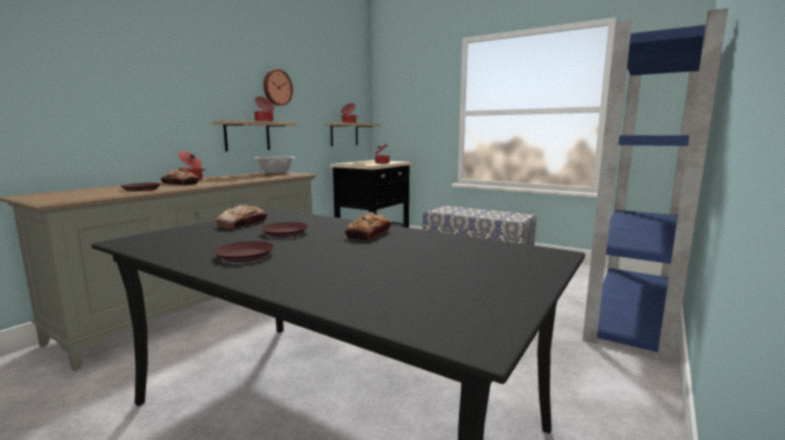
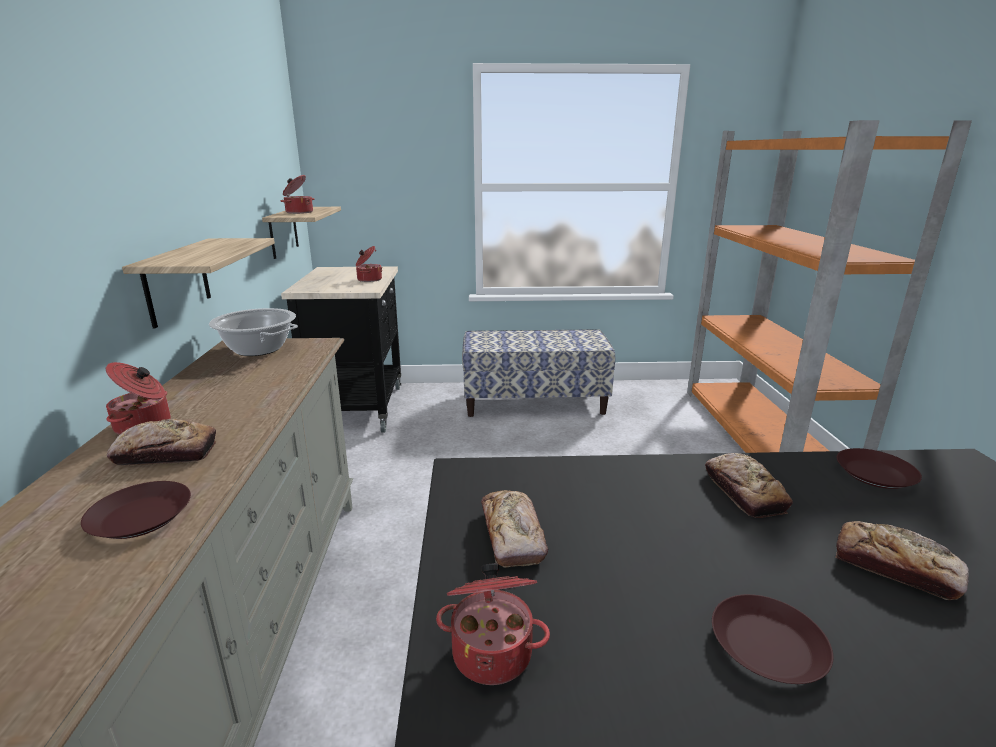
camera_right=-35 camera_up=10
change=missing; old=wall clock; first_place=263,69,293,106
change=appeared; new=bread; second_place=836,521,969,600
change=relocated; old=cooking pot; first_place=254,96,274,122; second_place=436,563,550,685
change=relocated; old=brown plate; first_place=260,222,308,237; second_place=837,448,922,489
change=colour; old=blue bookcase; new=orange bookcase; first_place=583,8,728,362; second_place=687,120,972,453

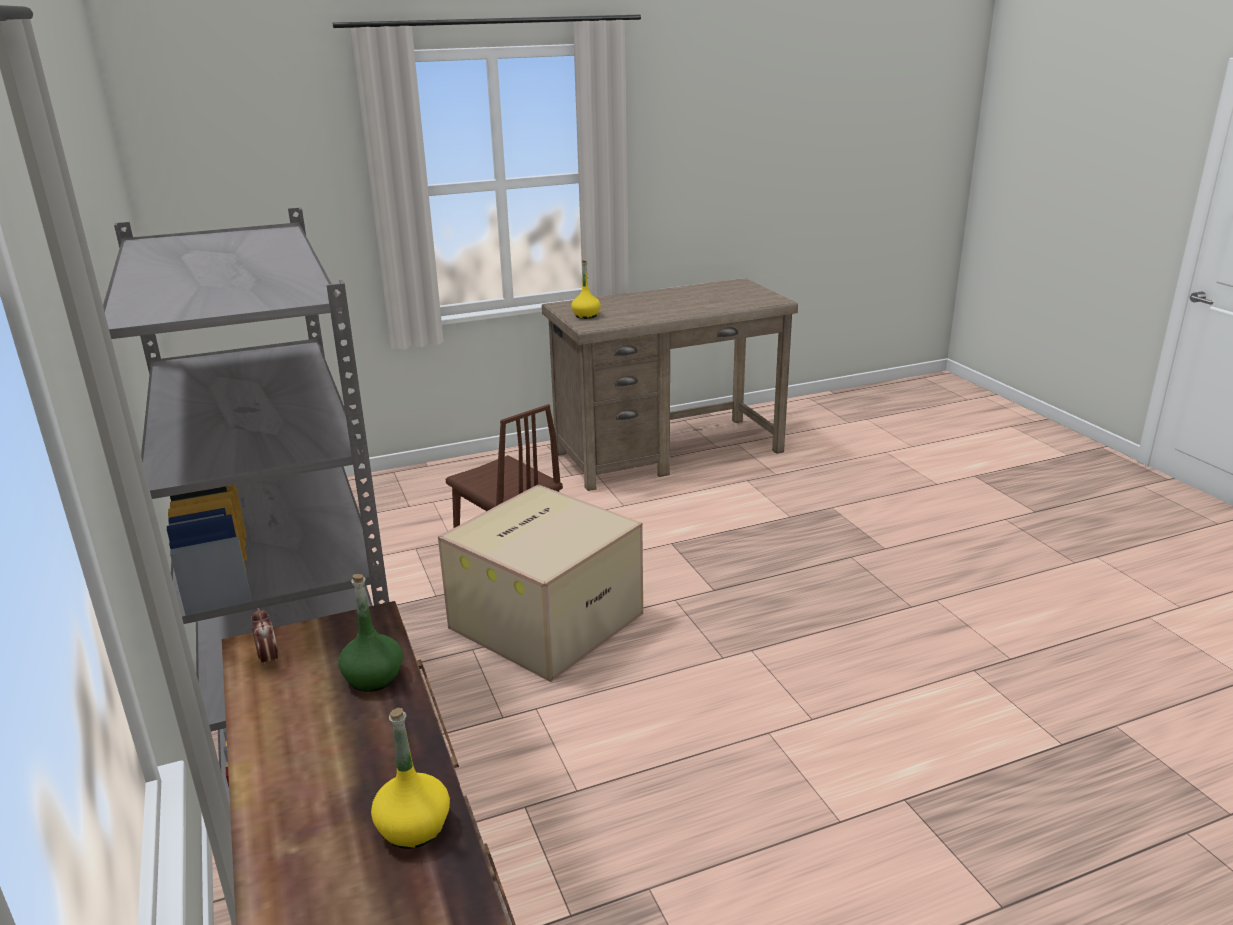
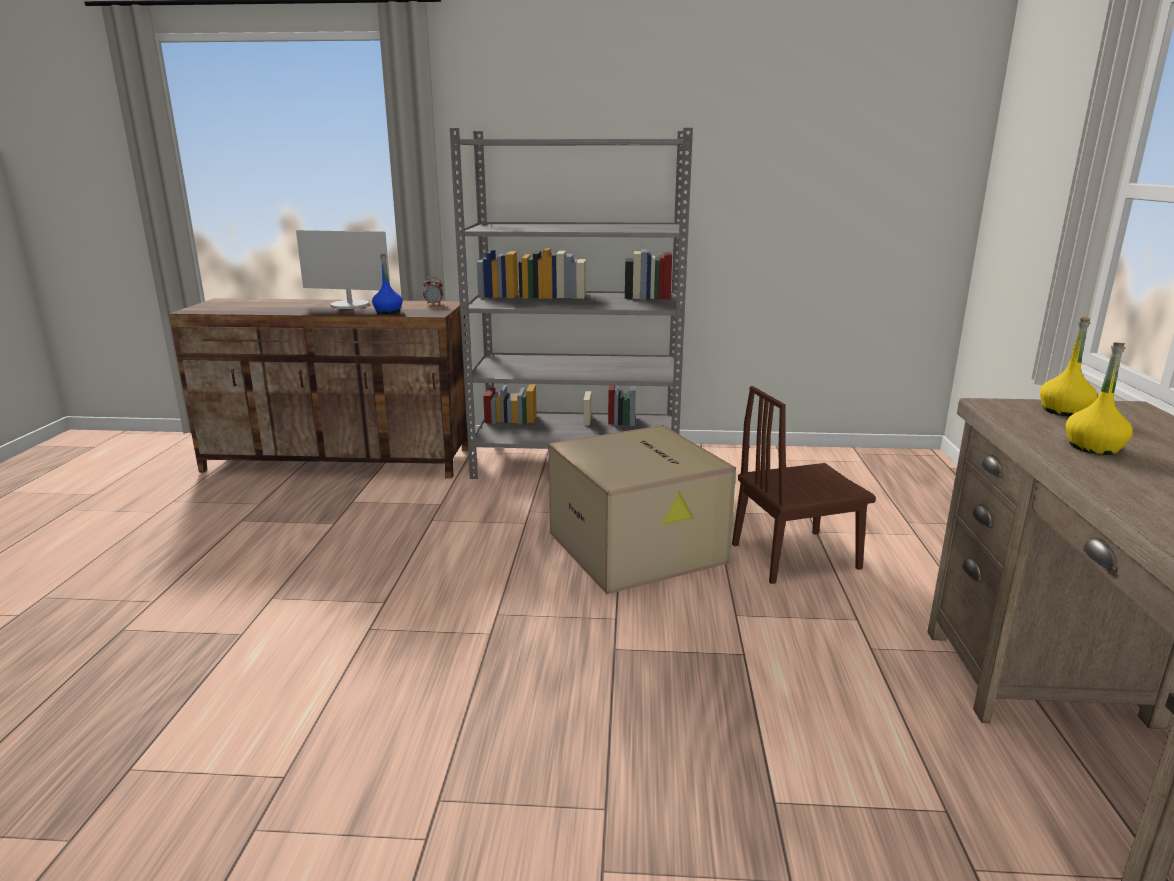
camera_right=115 camera_up=-5
change=appeared; new=monitor; second_place=296,230,390,309
change=relocated; old=yellow bottle; first_place=371,708,450,849; second_place=1066,342,1133,455
change=colour; old=green bottle; new=blue bottle; first_place=338,574,403,692; second_place=372,254,403,314

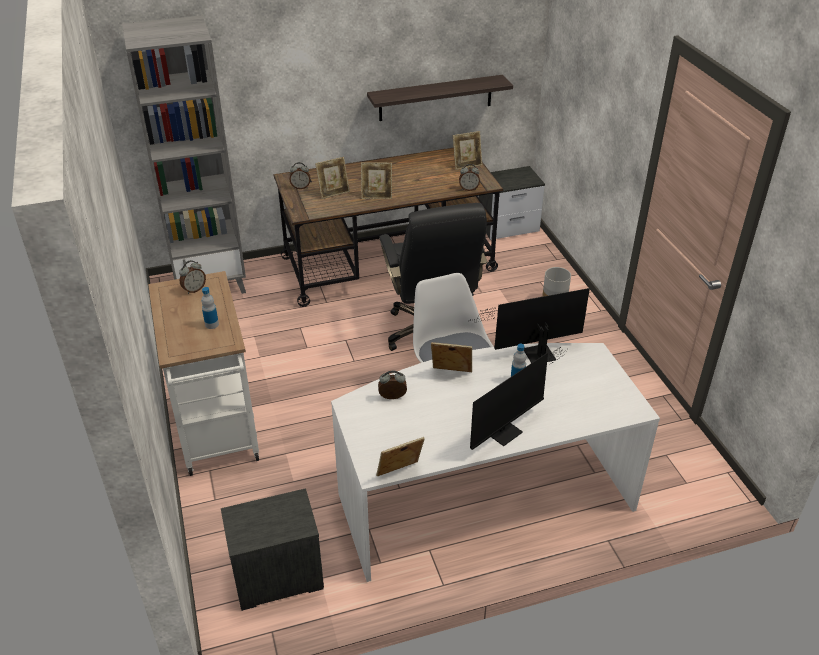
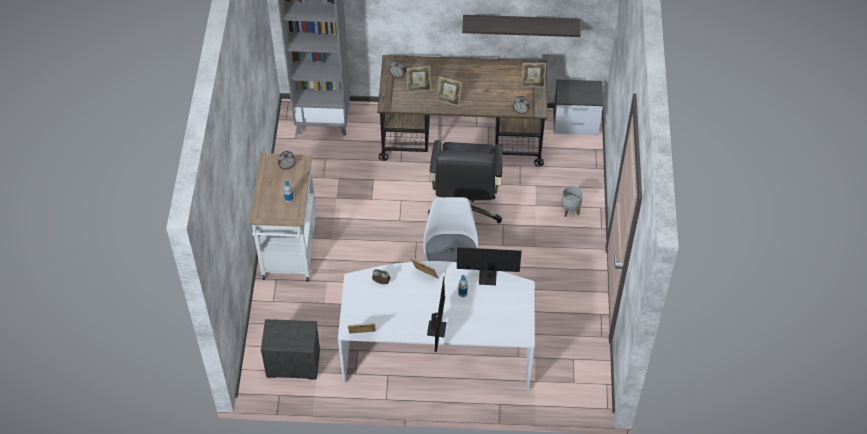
camera_right=20 camera_up=15
change=spun; old=monitor; first_place=470,347,567,450; second_place=427,266,447,352; degrees=-60

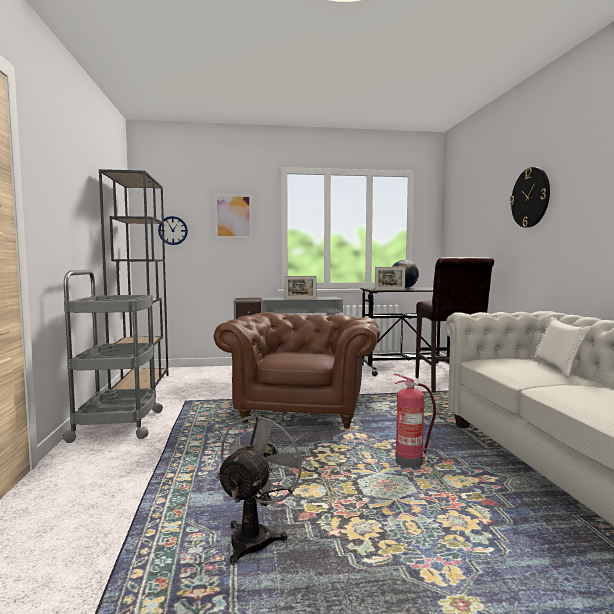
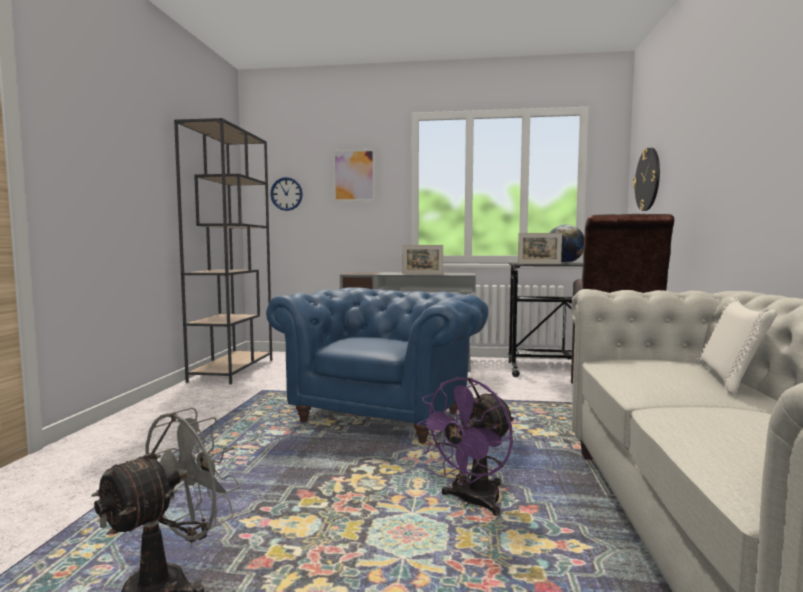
camera_right=15 camera_up=0
change=missing; old=grey cart; first_place=62,270,163,443
change=relocated; old=wall clock; first_place=510,167,550,228; second_place=633,148,660,211
change=exchanged; old=fire extinguisher; new=purple fan; first_place=393,374,436,468; second_place=417,377,514,516
change=colour; old=brown armchair; new=blue armchair; first_place=214,313,380,429; second_place=266,287,489,443

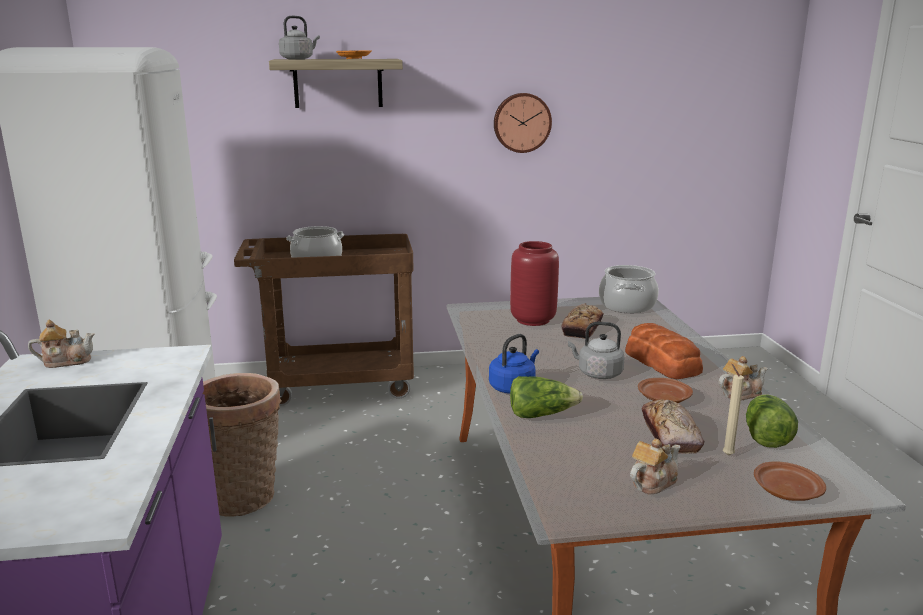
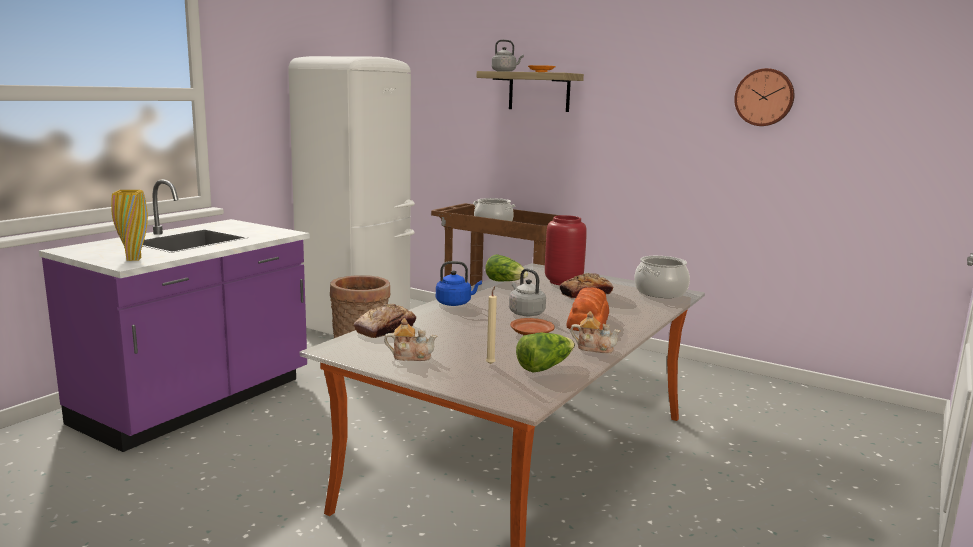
camera_right=40 camera_up=-5
change=missing; old=teapot; first_place=28,320,94,368
change=missing; old=brown plate; first_place=754,461,826,501
change=appeared; new=yellow vase; second_place=111,190,148,261
change=relocated; old=wall clock; first_place=494,93,552,153; second_place=734,68,794,126
change=relocated; old=lettuce; first_place=510,376,583,418; second_place=485,254,528,281
change=relocated; old=bread; first_place=642,400,704,454; second_place=354,304,416,338

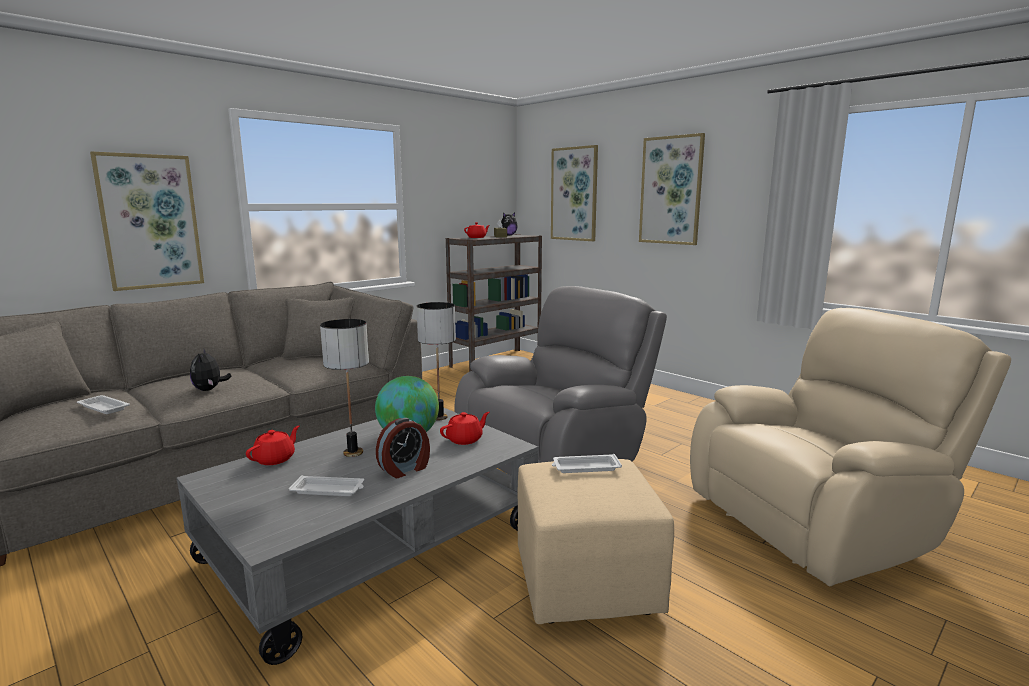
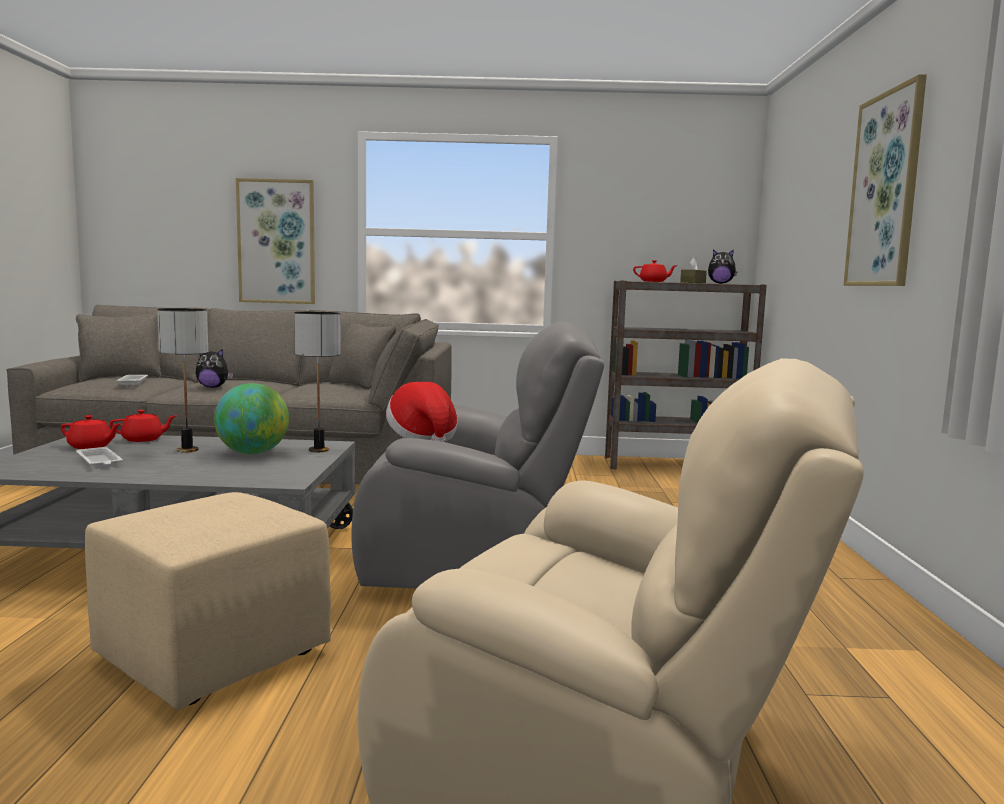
camera_right=45 camera_up=-5
change=missing; old=alarm clock; first_place=376,418,430,478
change=missing; old=picture; first_place=551,145,598,241
change=missing; old=white tray; first_place=552,454,622,473
change=appeared; new=hat; second_place=386,382,458,442
change=relocated; old=red teapot; first_place=440,412,490,445; second_place=61,415,121,449
change=spun; old=plush toy; first_place=190,348,231,391; second_place=196,349,233,388; degrees=-120

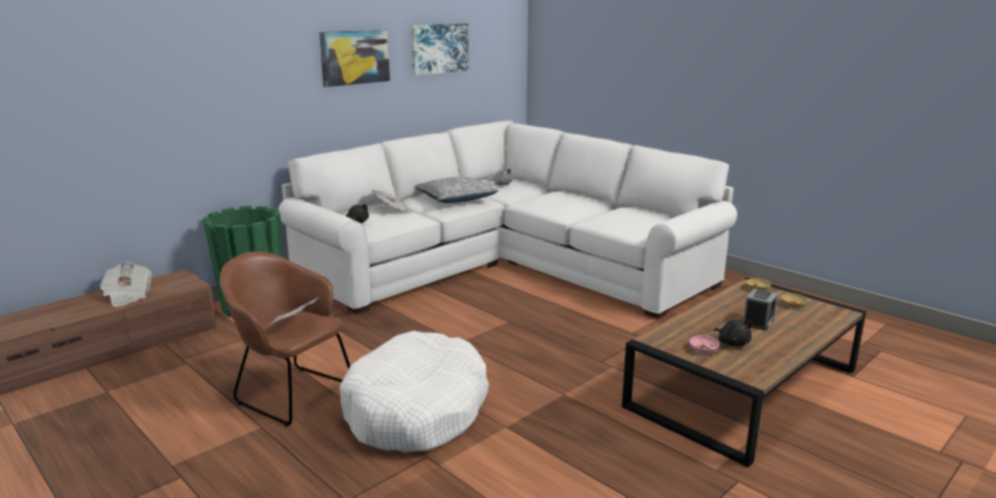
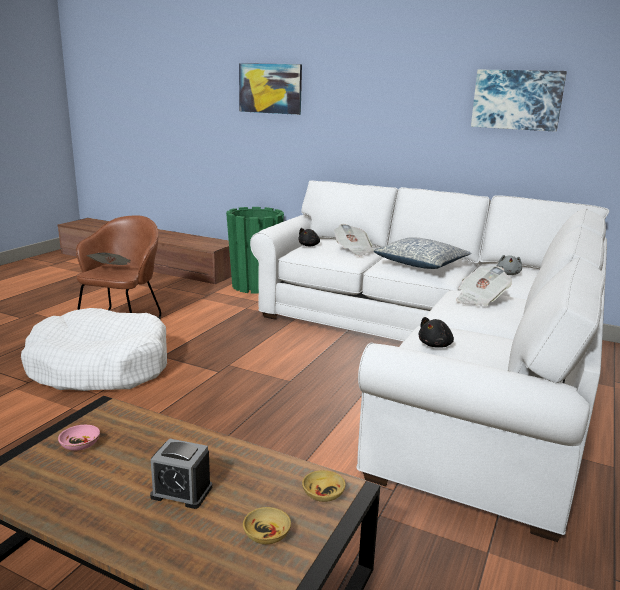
camera_right=70 camera_up=0
change=relocated; old=newspaper; first_place=100,262,152,307; second_place=456,266,512,306
change=relocated; old=picture; first_place=319,30,390,87; second_place=239,63,302,115
change=relocated; old=black plush toy; first_place=714,320,752,346; second_place=418,317,454,348

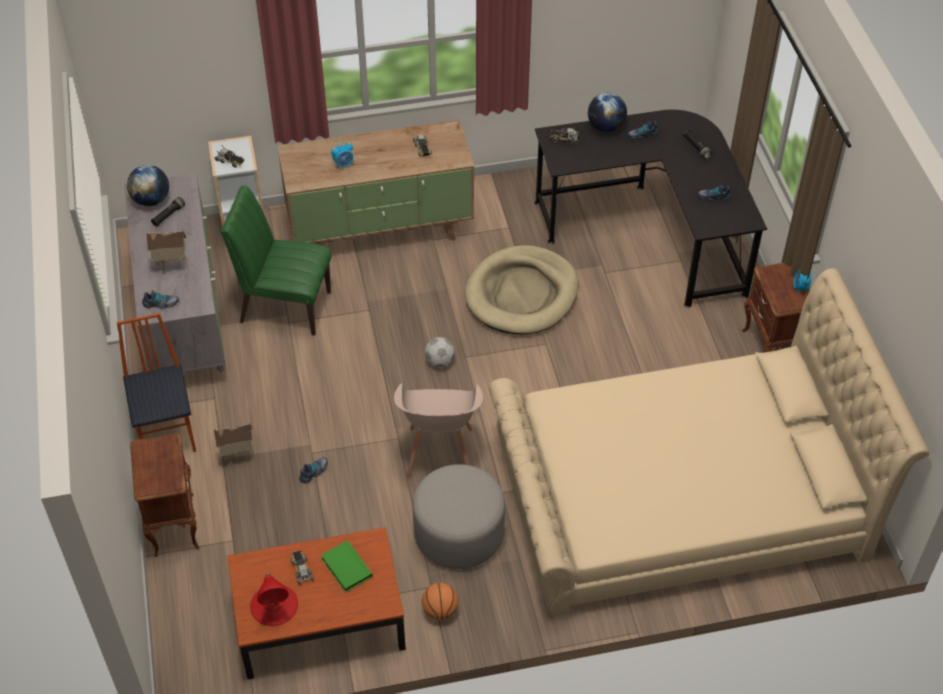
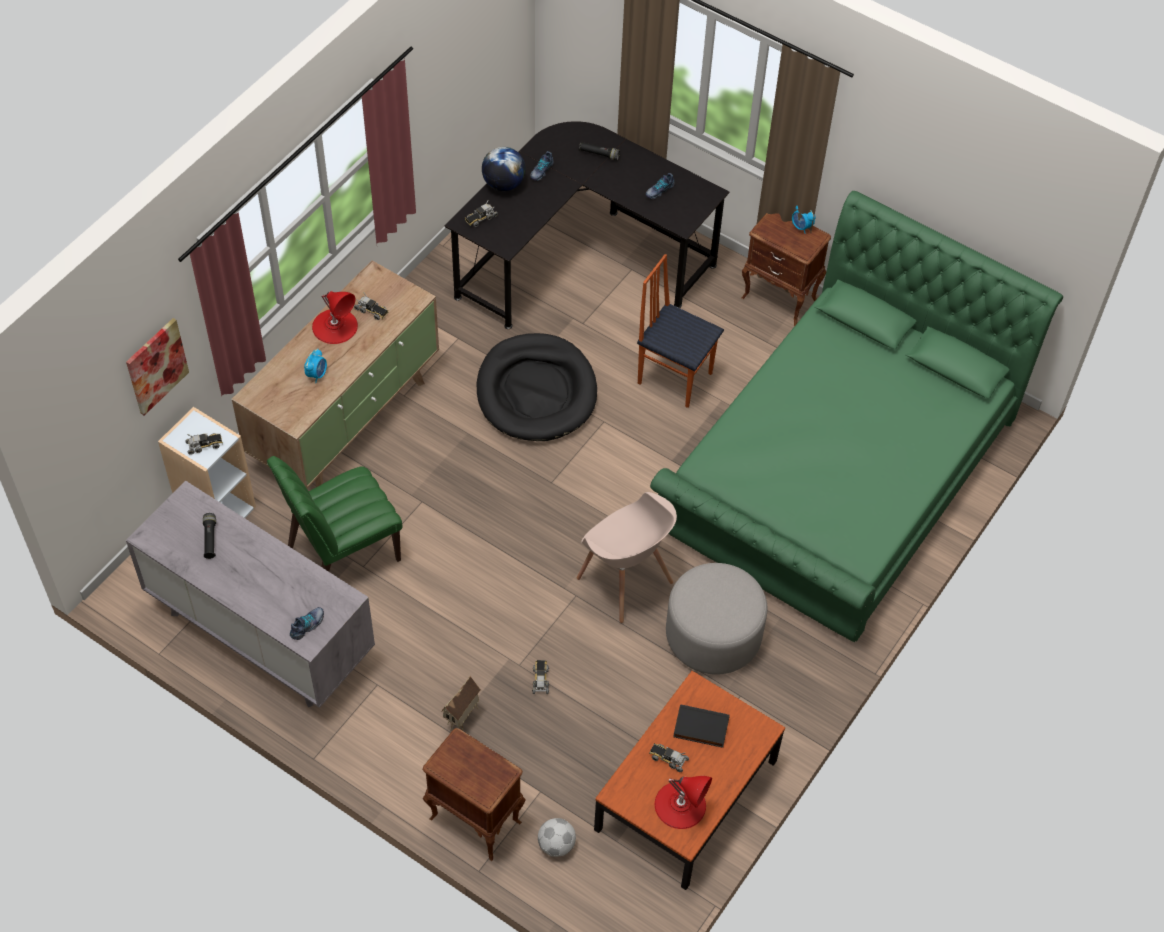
camera_right=-45 camera_up=5
change=missing; old=globe; first_place=127,165,169,206
change=missing; old=toy house; first_place=146,231,189,275
change=missing; old=basketball; first_place=422,583,459,620
change=appeared; new=picture; second_place=126,318,189,415
change=appeared; new=red table lamp; second_place=312,291,358,344
change=relocated; old=chair; first_place=117,313,196,452; second_place=637,254,724,408
change=relocated; old=football; first_place=425,337,455,367; second_place=538,818,576,857
change=exchanged; old=shoe; new=toy truck; first_place=299,457,328,483; second_place=532,660,549,694
change=colour; old=green book; new=black book; first_place=321,540,373,593; second_place=673,704,730,748
change=colour; old=beige dog bed; new=black dog bed; first_place=465,245,579,334; second_place=477,333,597,441
change=colour; old=beige bed; new=green bed; first_place=489,268,930,617; second_place=650,191,1063,642

